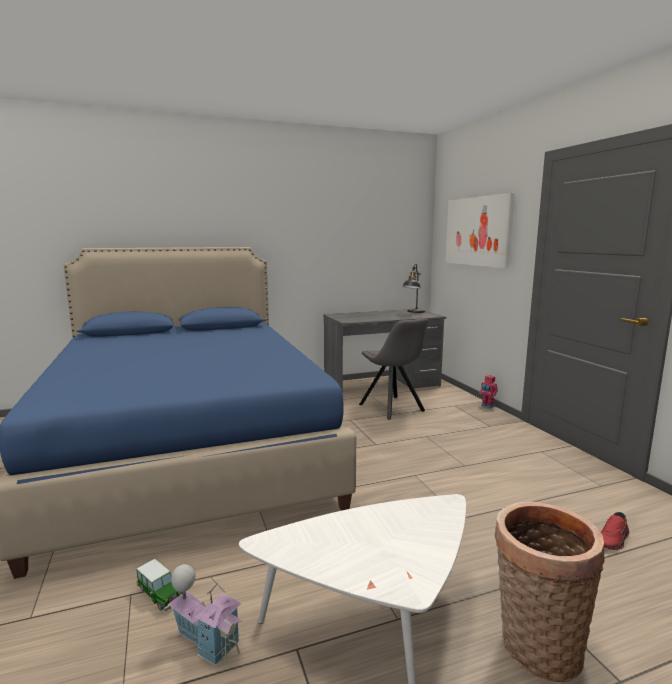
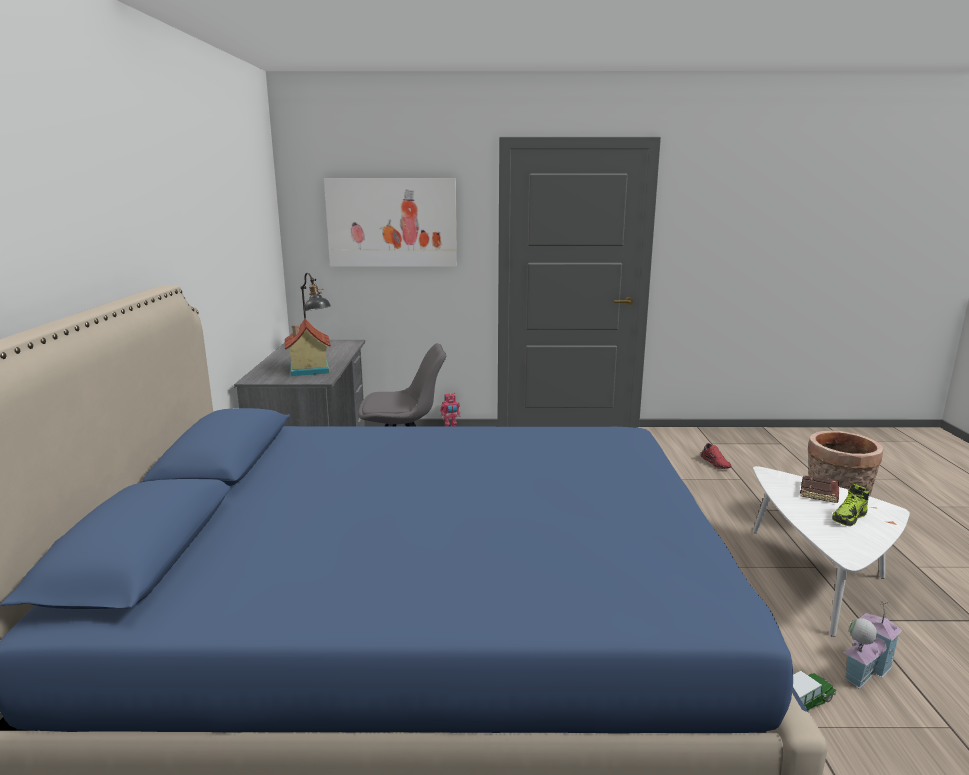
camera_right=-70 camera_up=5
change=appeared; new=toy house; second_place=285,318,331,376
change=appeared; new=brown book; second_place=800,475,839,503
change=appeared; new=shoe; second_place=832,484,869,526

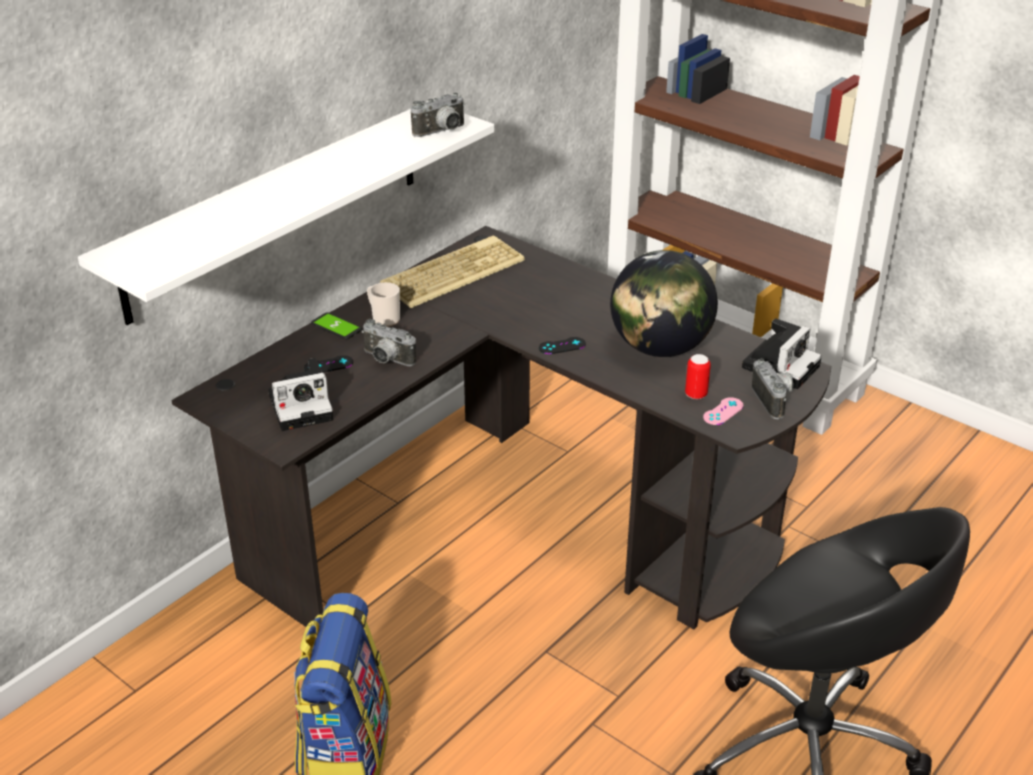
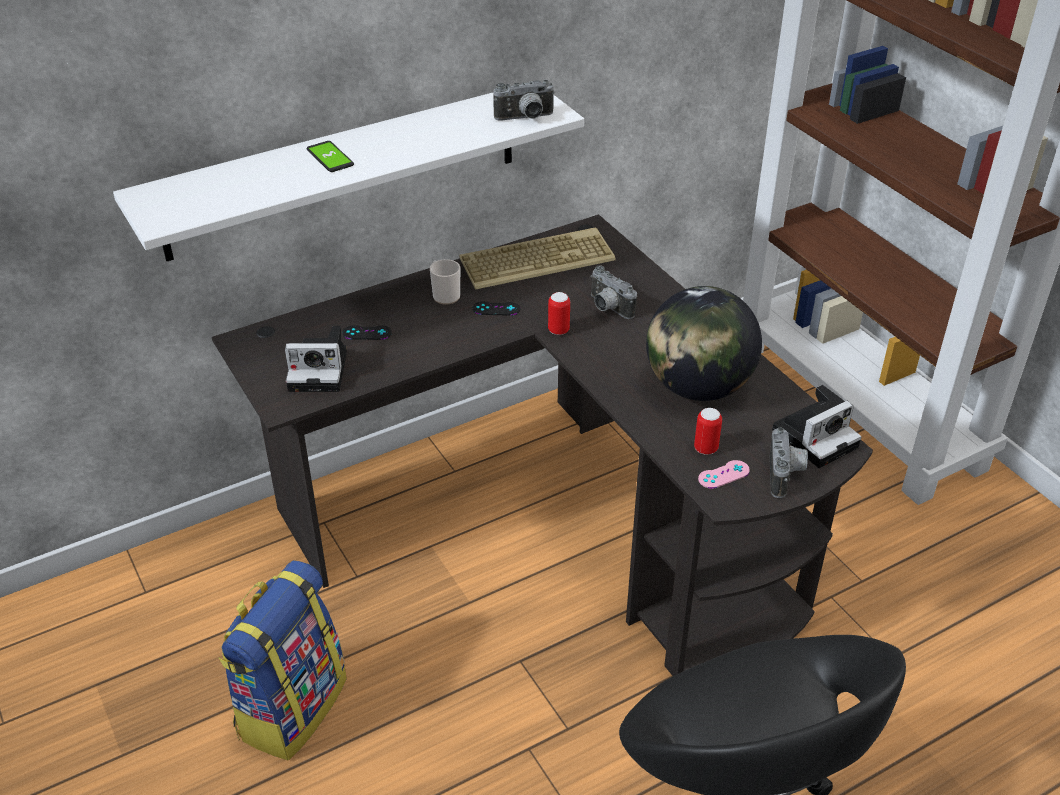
camera_right=20 camera_up=5
change=appeared; new=can; second_place=548,292,570,335
change=relocated; old=phone; first_place=311,312,362,340; second_place=307,141,354,172
change=relocated; old=photo camera; first_place=361,319,416,366; second_place=590,265,637,319
change=relocated; old=black game controller; first_place=539,337,586,354; second_place=473,301,520,316

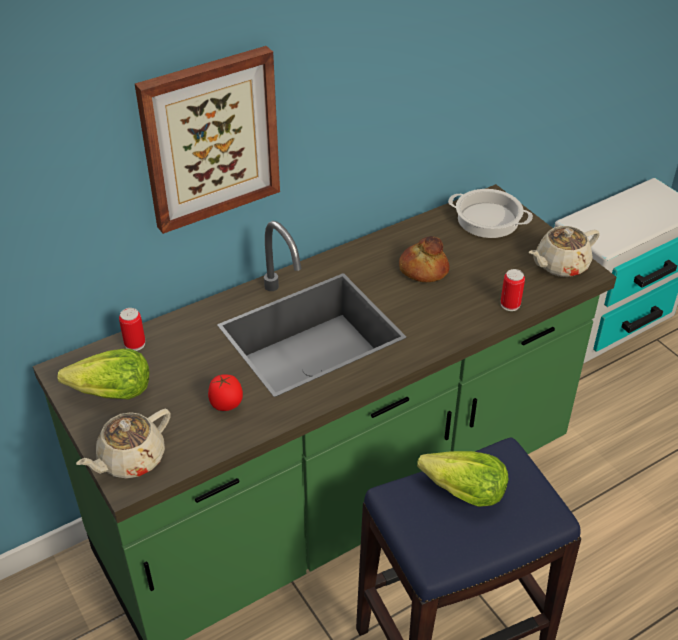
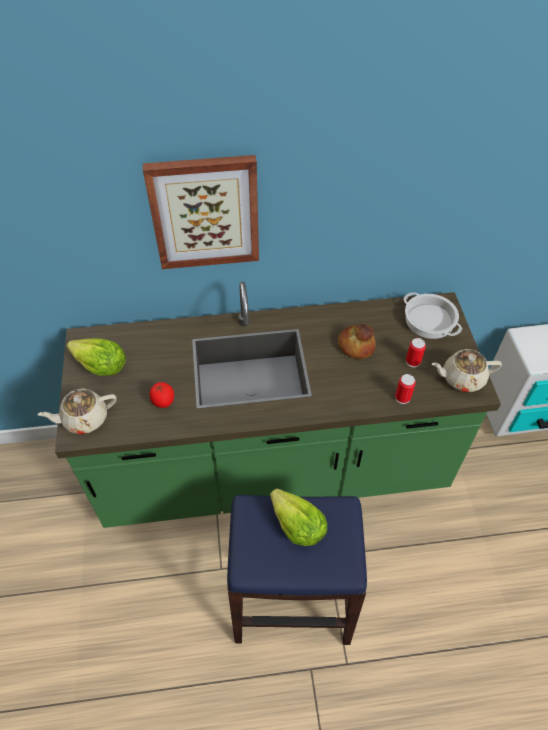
camera_right=25 camera_up=10
change=relocated; old=can; first_place=119,308,145,351; second_place=406,338,426,367

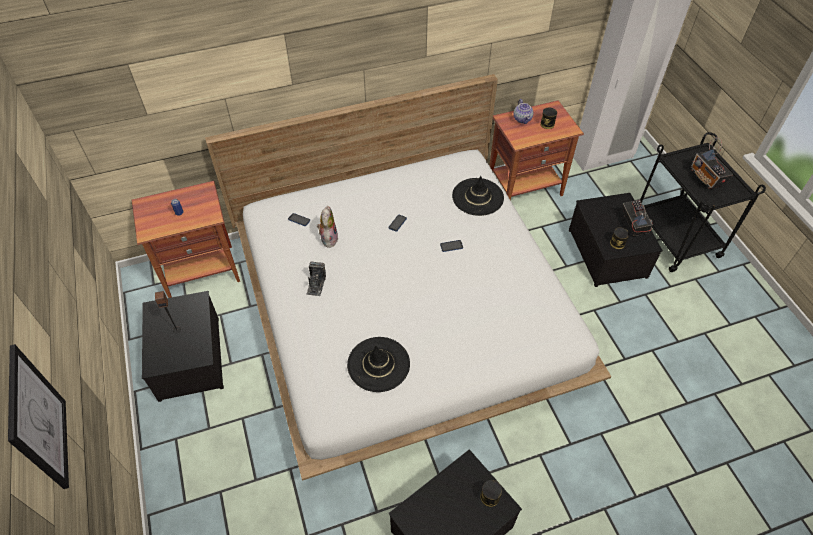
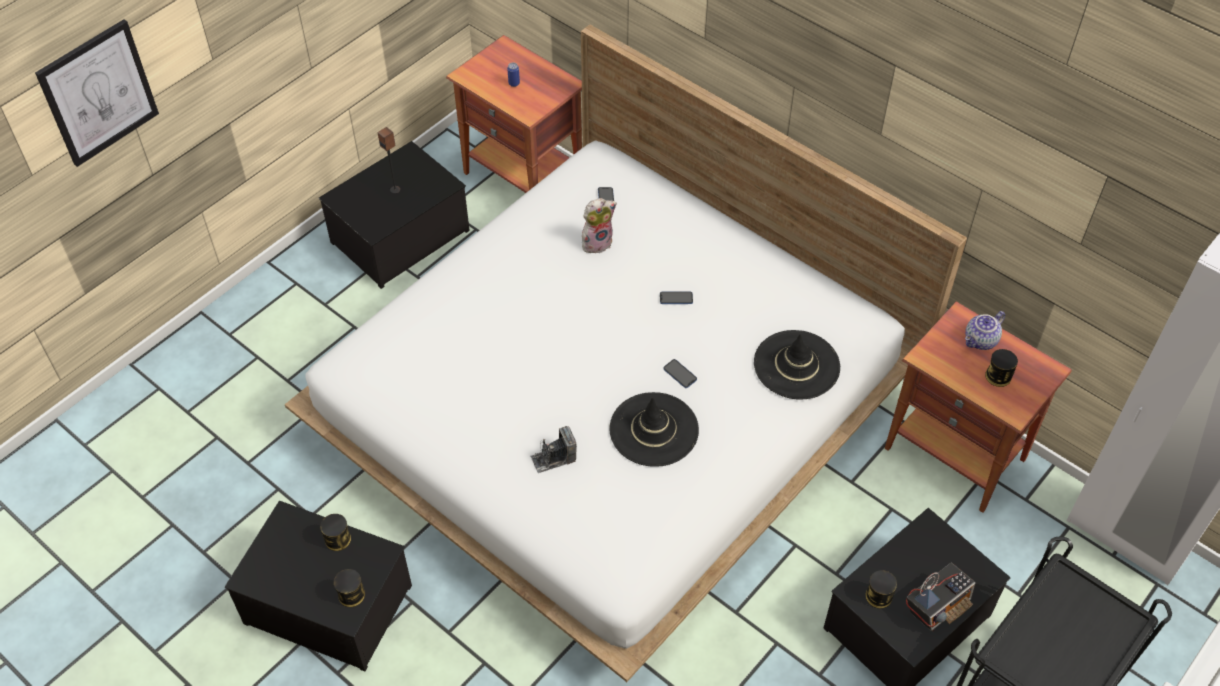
camera_right=60 camera_up=0
change=missing; old=radio; first_place=691,137,733,189
change=appeared; new=can; second_place=320,514,351,551
change=relocated; old=photo camera; first_place=306,262,326,296; second_place=530,426,577,473
change=relocated; old=black hat; first_place=347,337,410,392; second_place=609,392,699,467

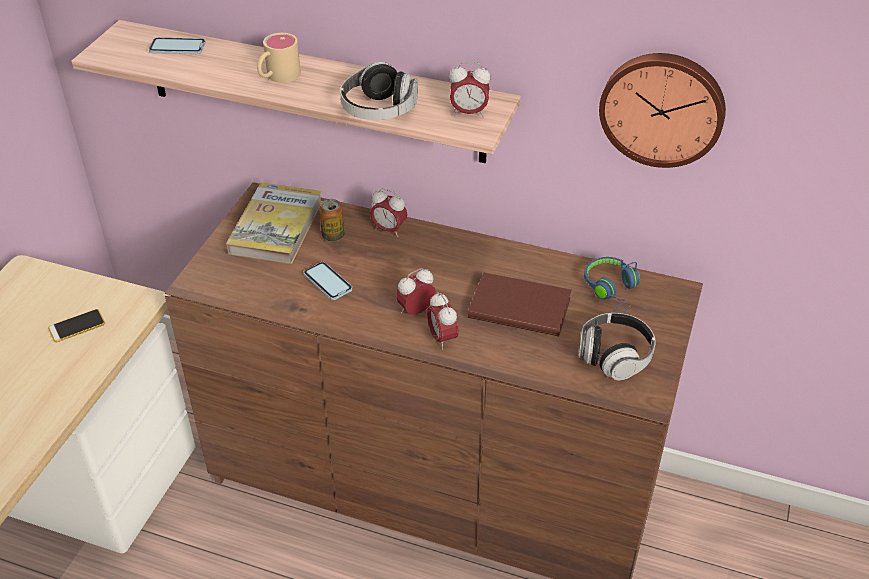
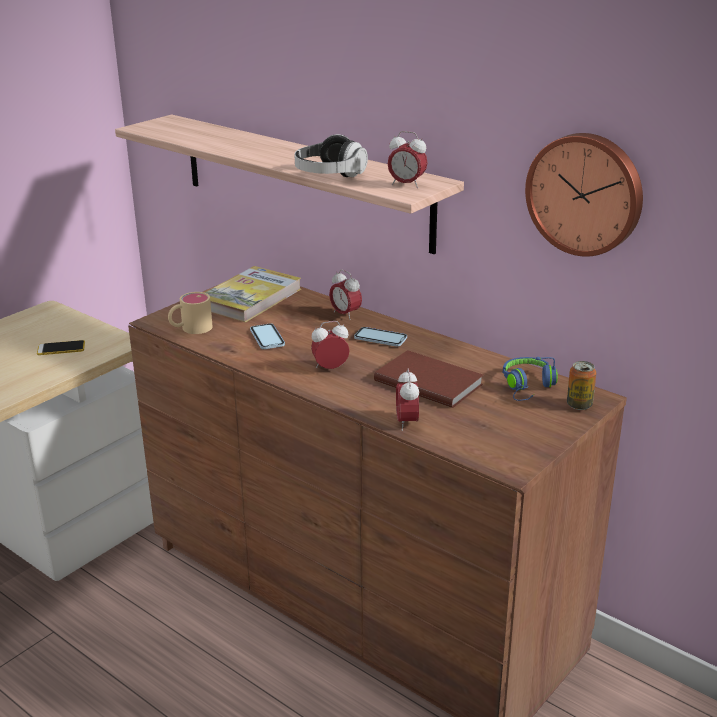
camera_right=20 camera_up=-15
change=missing; old=headphones; first_place=579,313,656,380
change=relocated; old=phone; first_place=149,37,206,54; second_place=354,327,407,347
change=relocated; old=beige mug; first_place=257,33,301,83; second_place=168,292,213,334
change=relocated; old=can; first_place=319,199,345,241; second_place=567,361,596,410
change=relocated; old=alarm clock; first_place=427,292,459,350; second_place=396,369,419,431

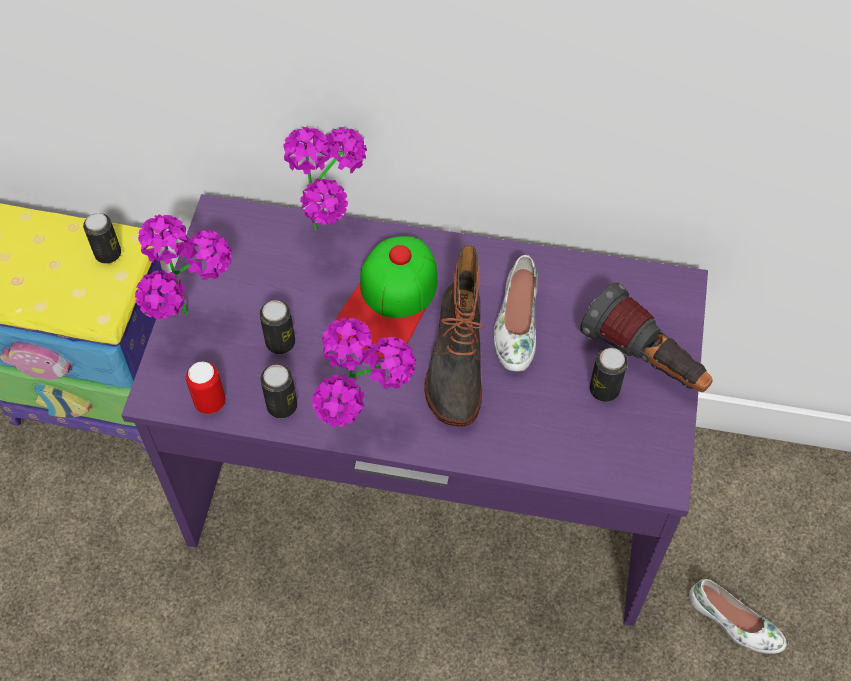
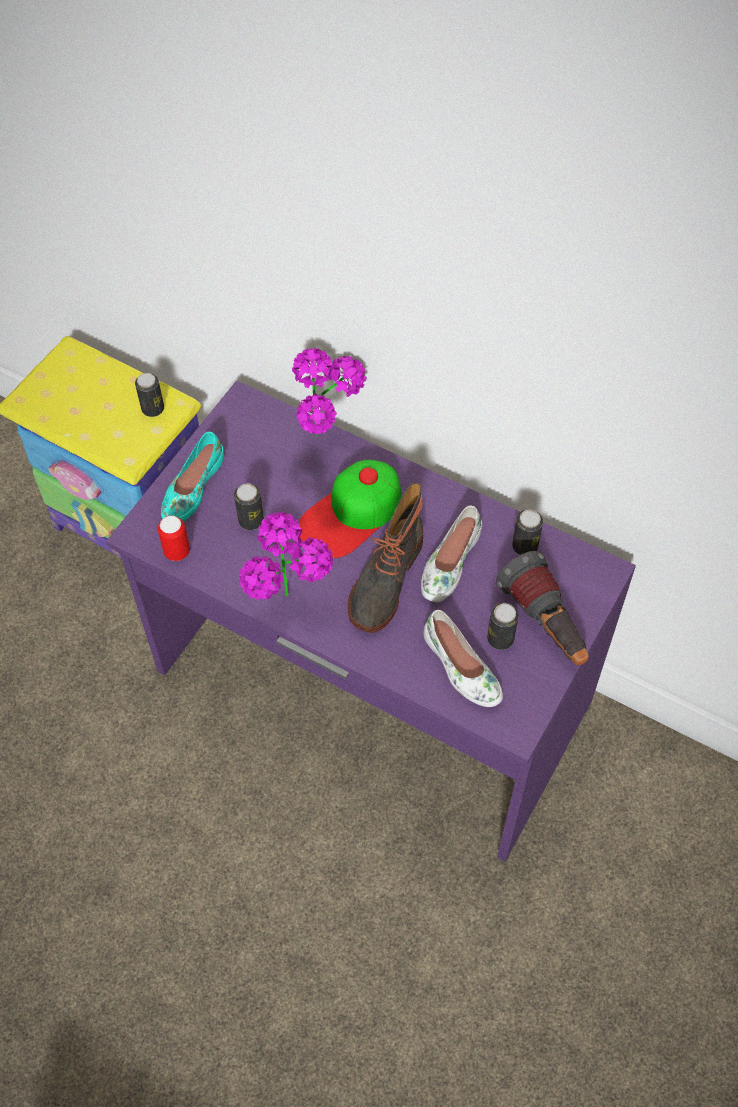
camera_right=20 camera_up=0
change=relocated; old=can; first_place=260,364,297,419; second_place=512,509,543,555
change=relocated; old=white shoe; first_place=689,579,787,654; second_place=423,610,503,707
change=exchanged; old=potted plant; new=turquoise shoe; first_place=135,214,232,319; second_place=161,432,224,522

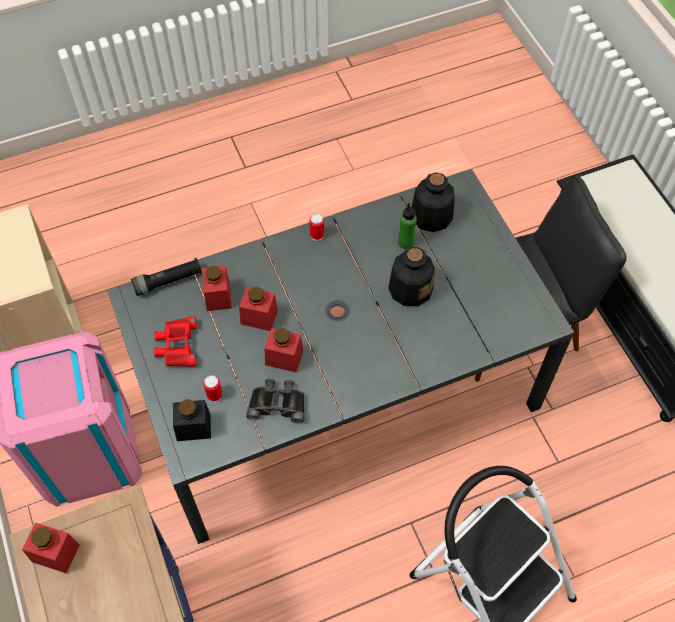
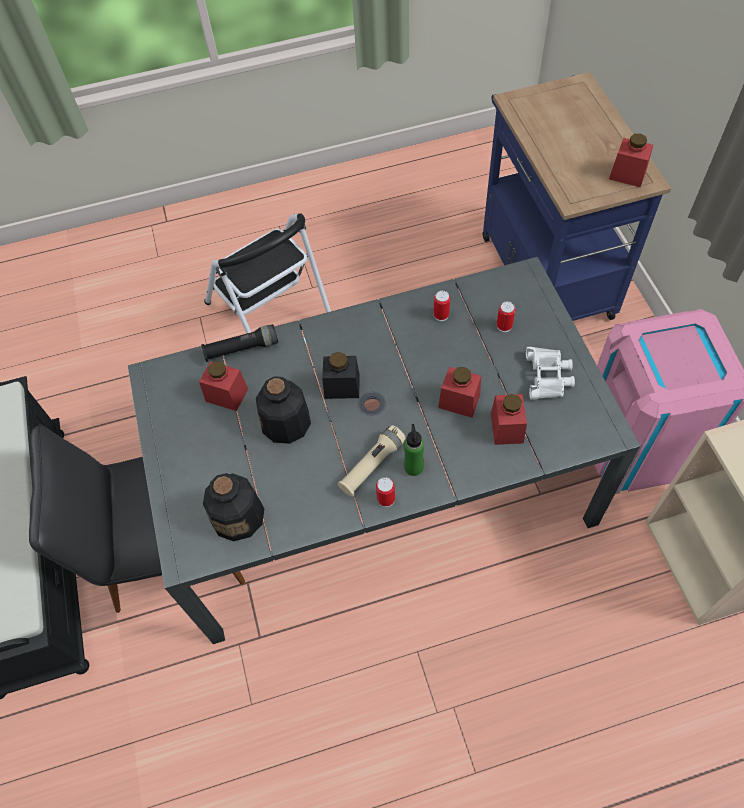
camera_right=-170 camera_up=0
change=appeared; new=beige flashlight; second_place=338,425,406,497
change=relocated; old=black flashlight; first_place=131,258,202,296; second_place=201,324,278,362
change=relocated; old=black jar; first_place=173,399,211,441; second_place=322,352,360,399
change=relocated; old=red jar; first_place=264,328,303,372; second_place=199,361,248,411
change=relocated; old=green bottle; first_place=398,203,417,249; second_place=404,424,424,476
change=exchanged; old=black binoculars; new=can; first_place=246,379,305,423; second_place=433,291,450,321
change=colour; old=red binoculars; new=white binoculars; first_place=154,316,196,367; second_place=526,347,575,400

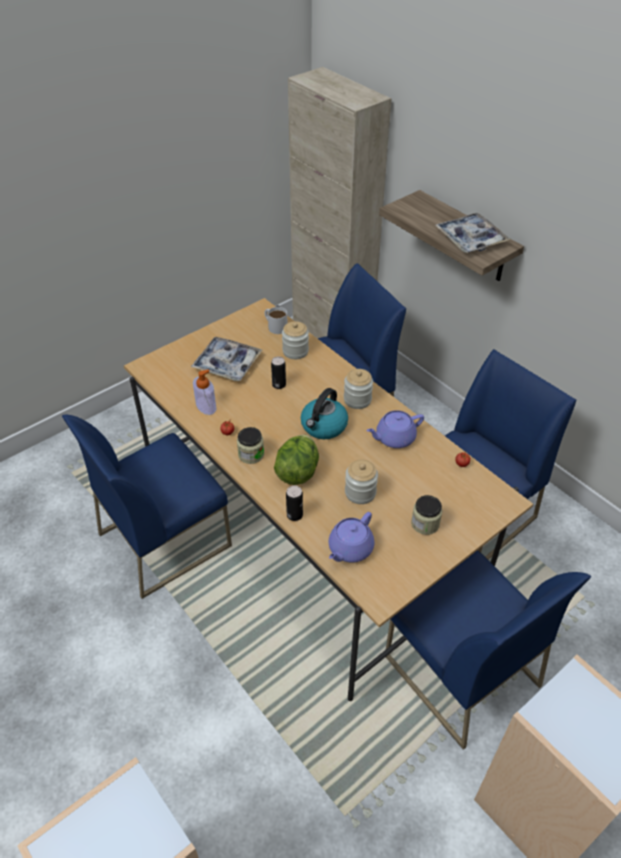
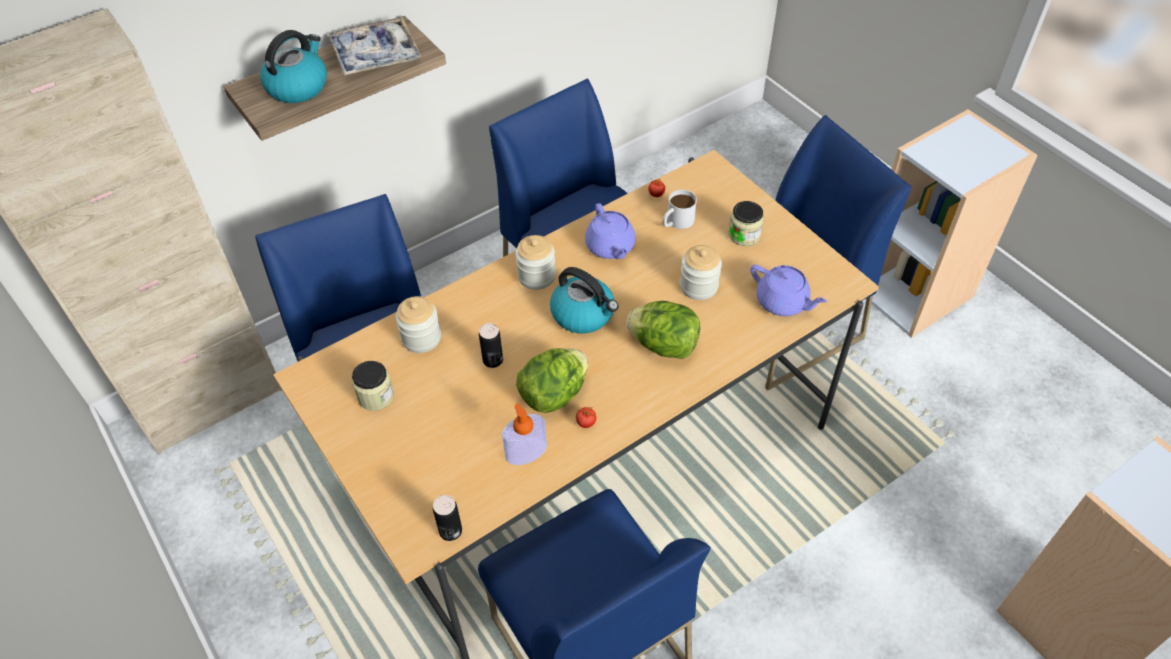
camera_right=-85 camera_up=5
change=missing; old=tray; first_place=191,337,262,381
change=appeared; new=kettle; second_place=260,30,327,103
change=appeared; new=lettuce; second_place=516,348,588,413
change=relocated; old=jar; first_place=237,427,264,464; second_place=352,361,394,411
change=relocated; old=white mug; first_place=264,307,287,334; second_place=663,190,697,229
change=relocated; old=can; first_place=286,485,303,521; second_place=433,495,462,541

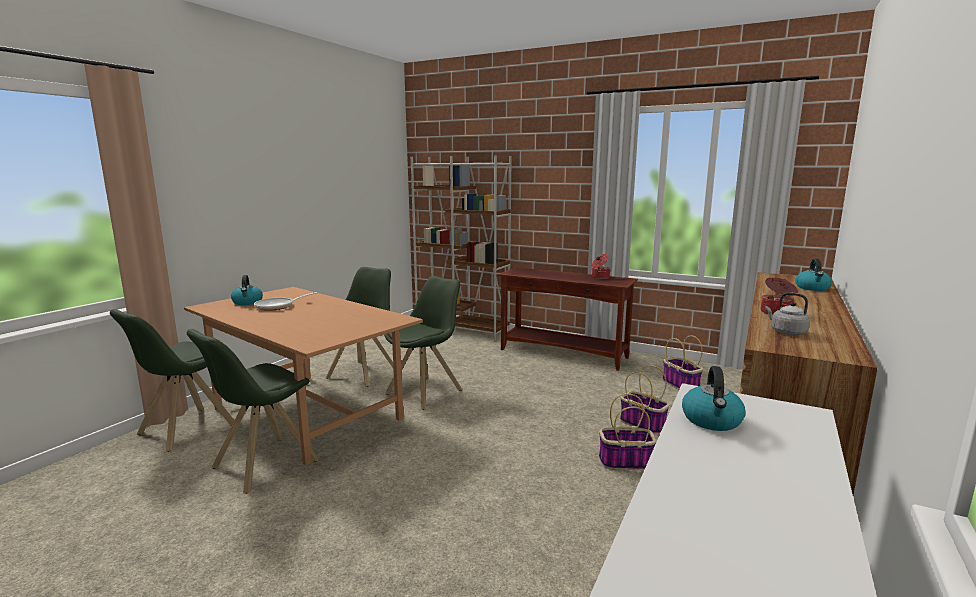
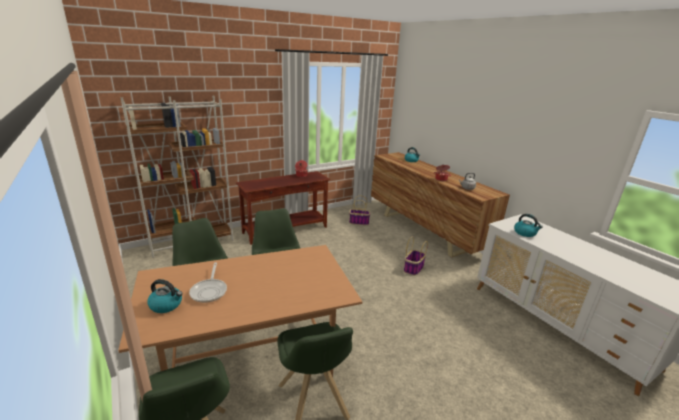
camera_right=-60 camera_up=10
change=missing; old=basket; first_place=620,365,670,435

